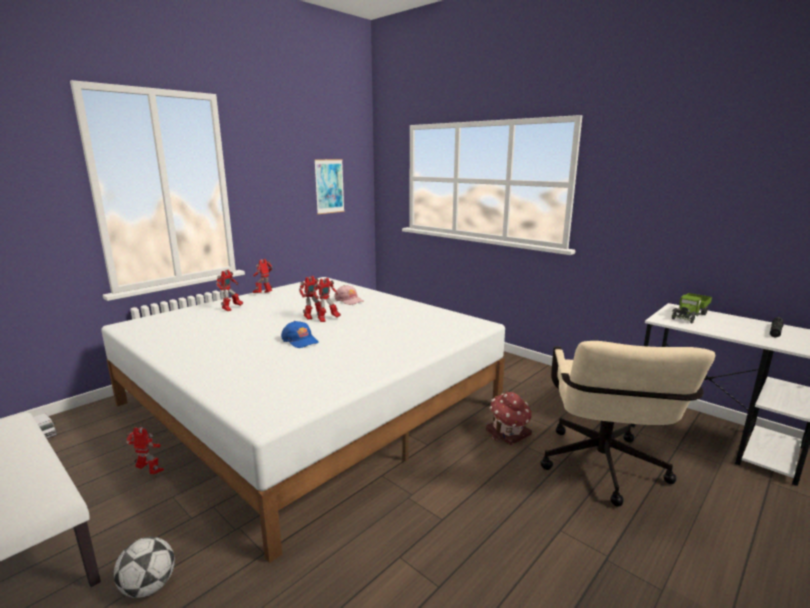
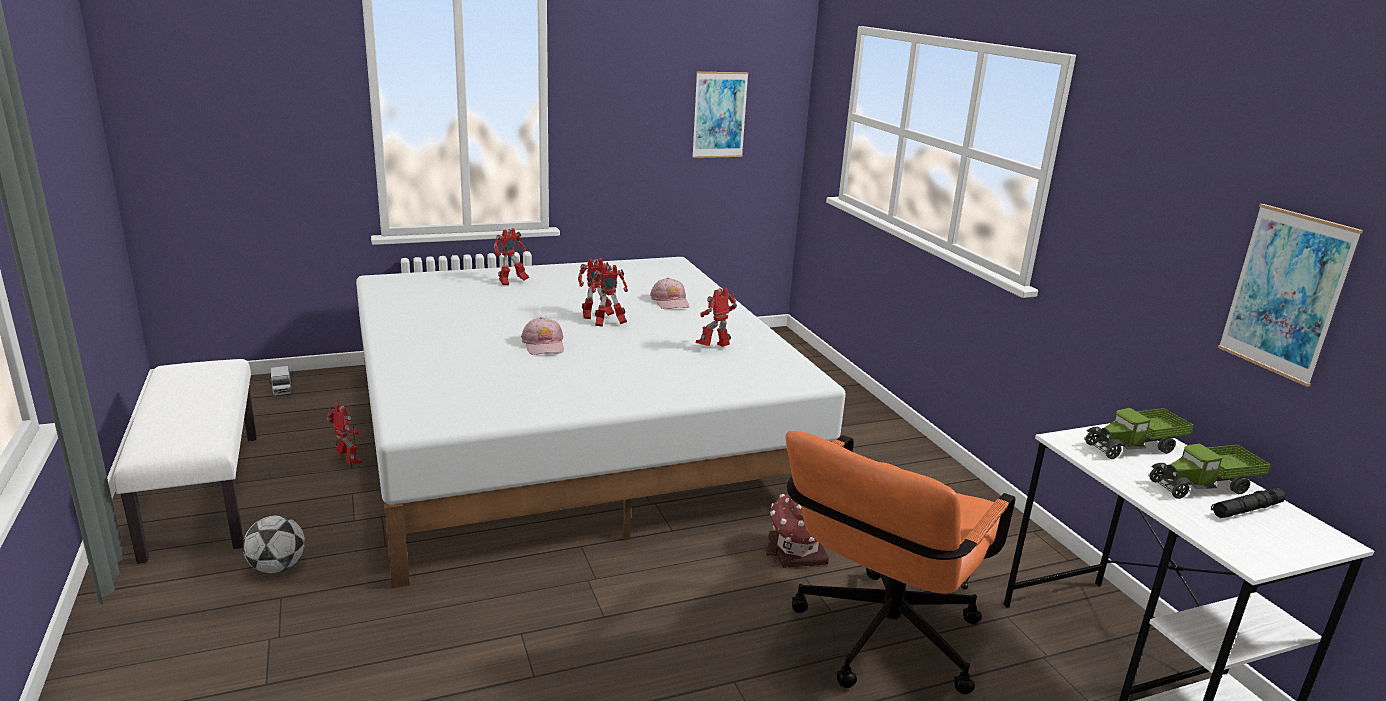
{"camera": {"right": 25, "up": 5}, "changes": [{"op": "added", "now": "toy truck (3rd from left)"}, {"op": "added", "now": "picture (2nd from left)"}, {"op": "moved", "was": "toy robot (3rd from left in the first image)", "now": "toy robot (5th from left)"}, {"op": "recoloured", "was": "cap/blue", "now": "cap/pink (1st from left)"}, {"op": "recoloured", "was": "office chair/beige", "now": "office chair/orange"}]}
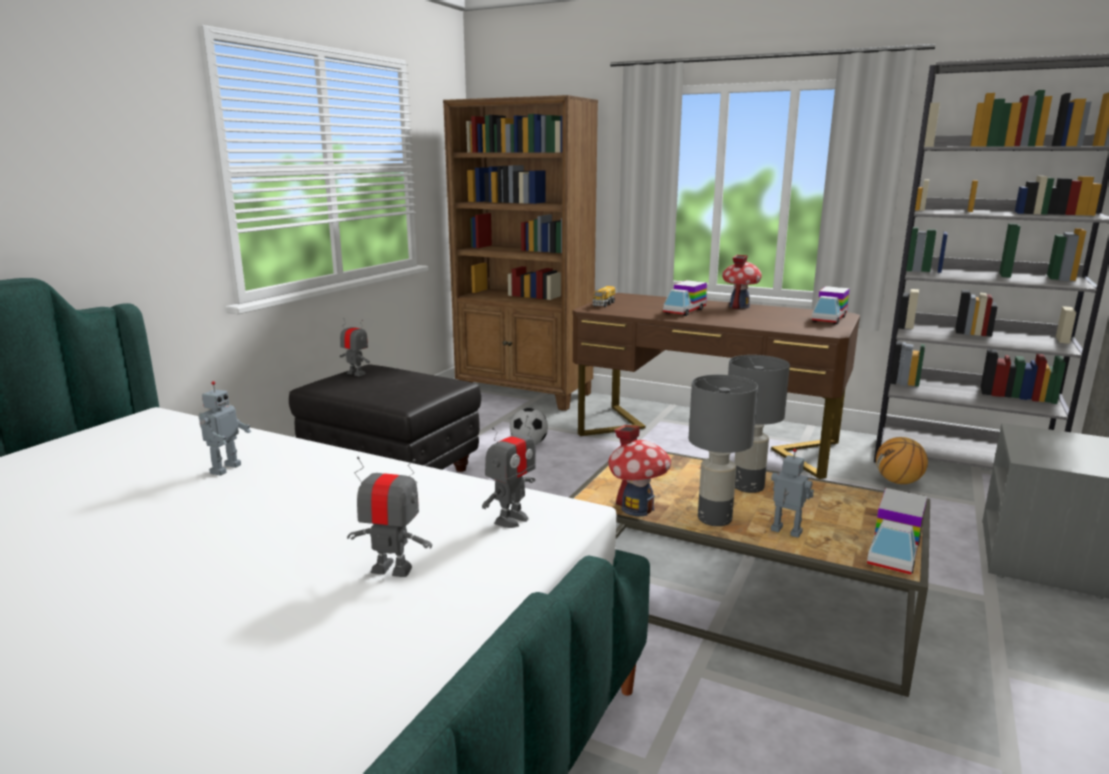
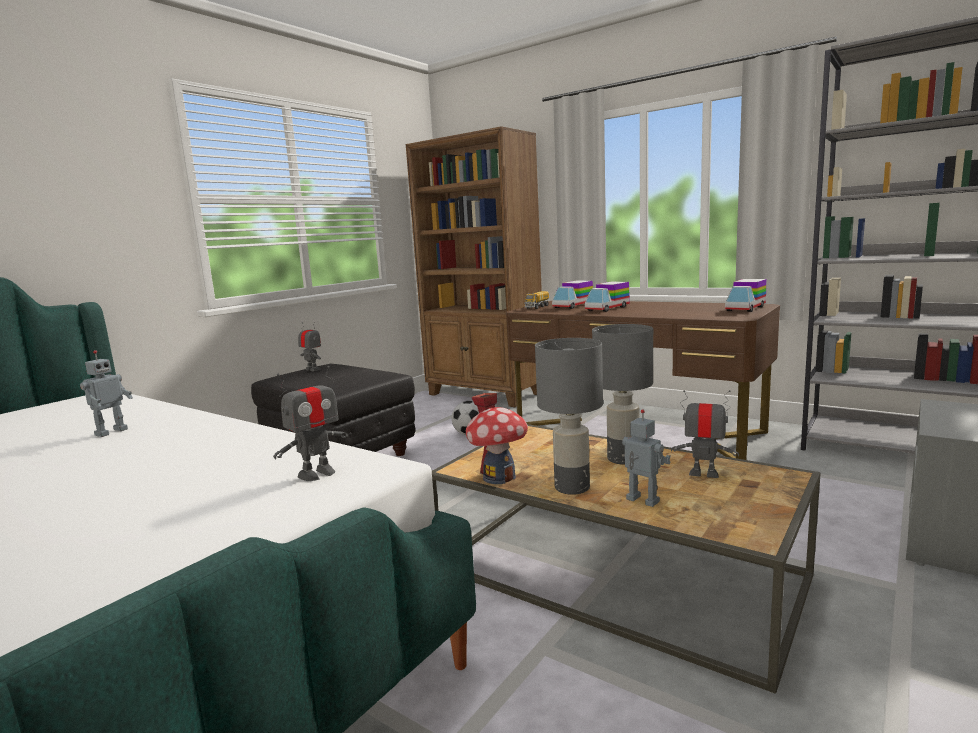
{"camera": {"right": 10, "up": -5}, "changes": [{"op": "removed", "was": "toy house (2nd from left)"}, {"op": "removed", "was": "basketball"}, {"op": "moved", "was": "toy robot (3rd from left in the first image)", "now": "toy robot (5th from left)"}, {"op": "moved", "was": "toy truck (4th from left in the first image)", "now": "toy truck (2nd from left)"}]}
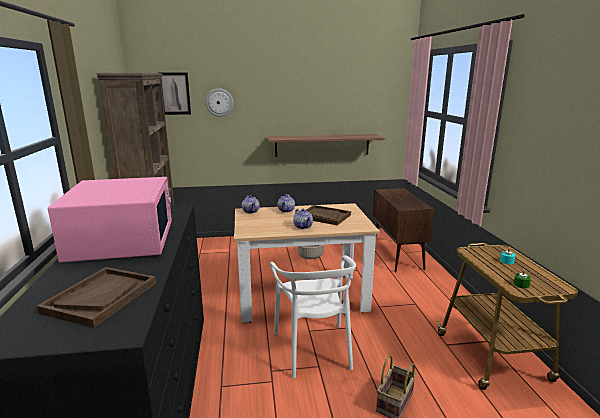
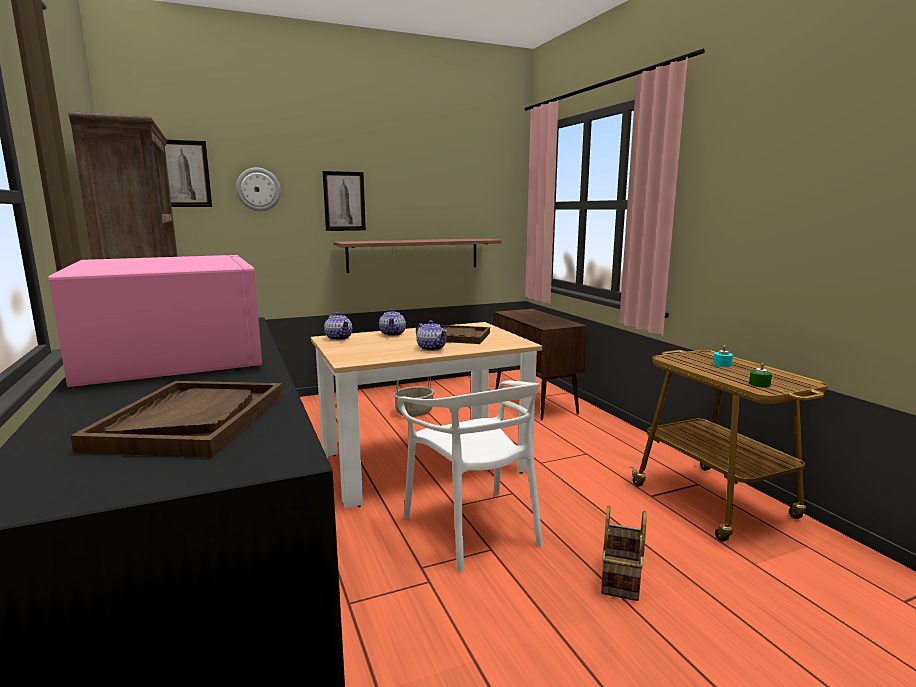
{"camera": {"right": -15, "up": -5}, "changes": [{"op": "added", "now": "picture (2nd from left)"}]}
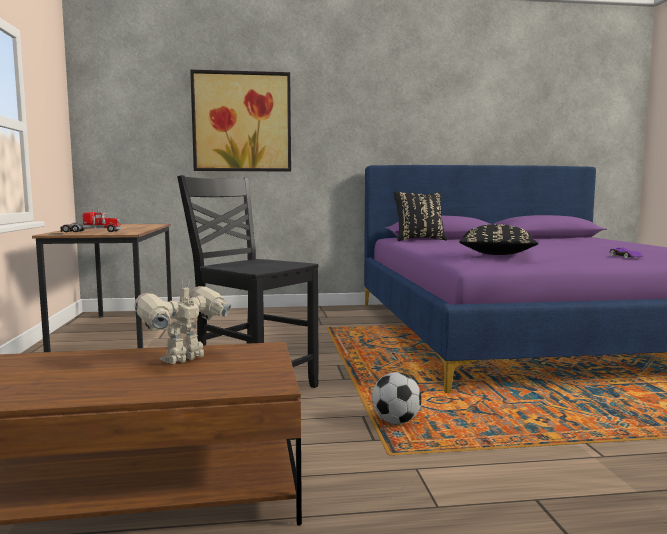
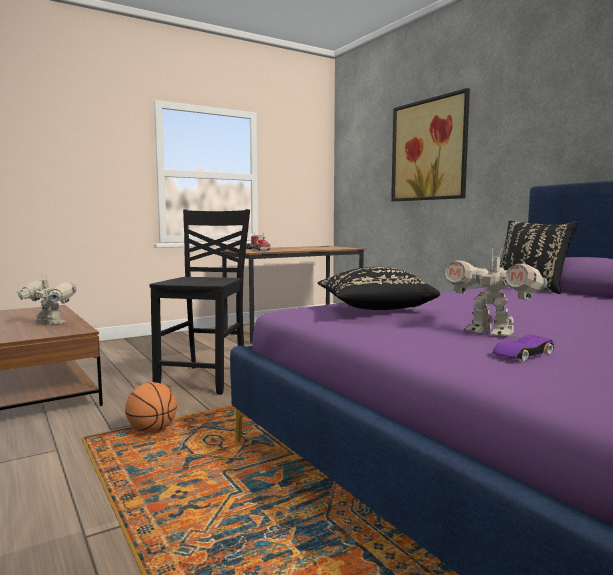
{"camera": {"right": 65, "up": 0}, "changes": [{"op": "added", "now": "toy robot (2nd from left)"}, {"op": "replaced", "was": "football", "now": "basketball"}]}
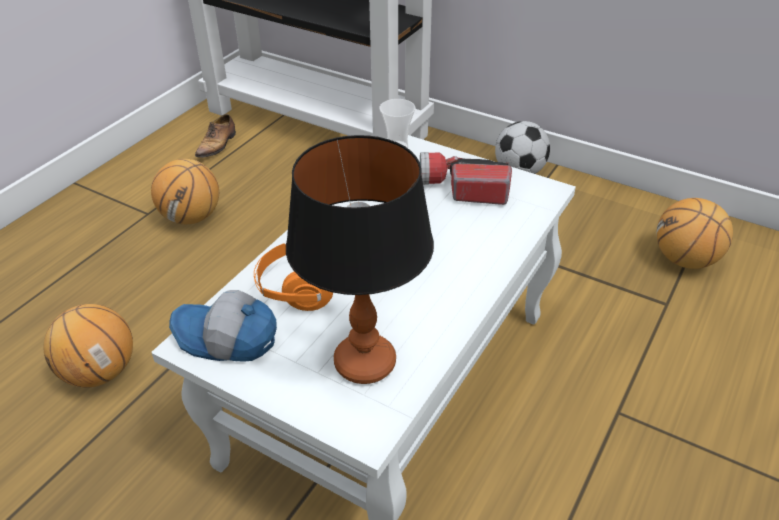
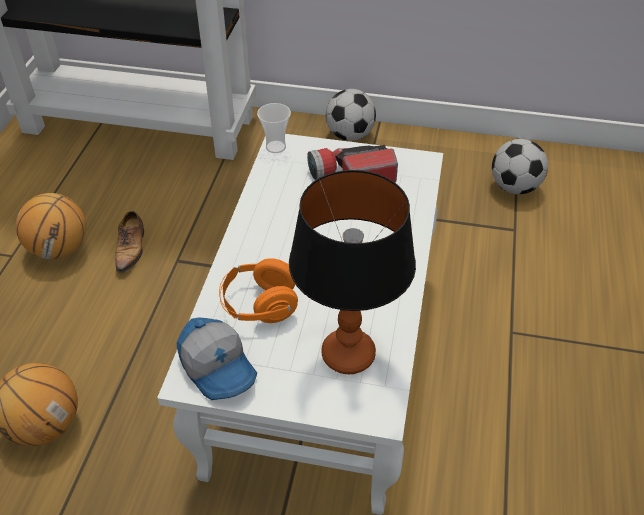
{"camera": {"right": -20, "up": 5}, "changes": [{"op": "moved", "was": "shoe"}, {"op": "replaced", "was": "basketball (3rd from left)", "now": "football (2nd from left)"}, {"op": "turned", "was": "cap", "clockwise": -120}]}
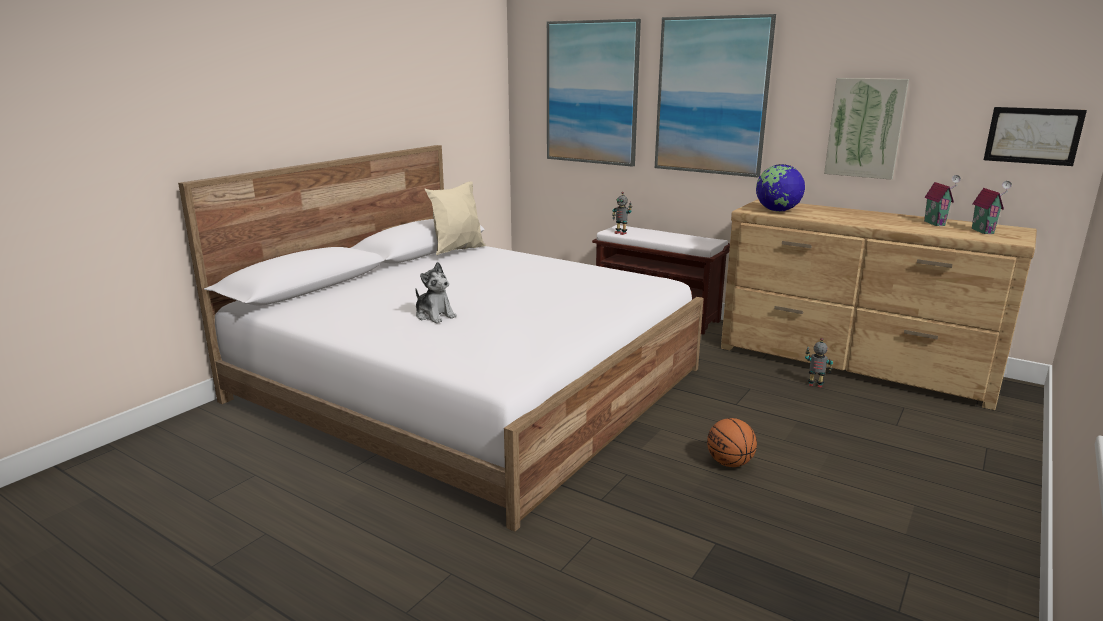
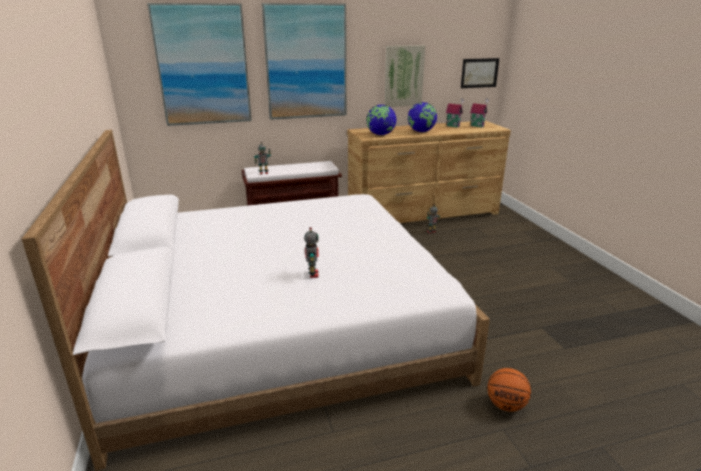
{"camera": {"right": -50, "up": 5}, "changes": [{"op": "removed", "was": "pillow/beige"}, {"op": "added", "now": "globe (2nd from left)"}, {"op": "moved", "was": "basketball"}, {"op": "replaced", "was": "plush toy", "now": "toy robot (2nd from left)"}]}
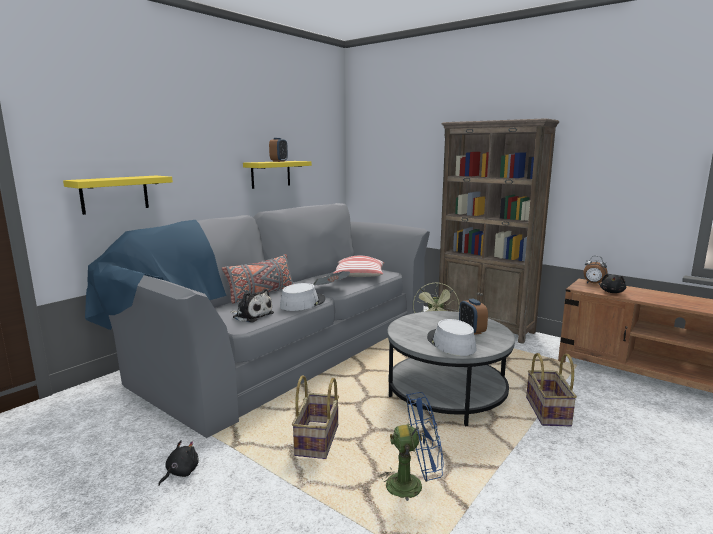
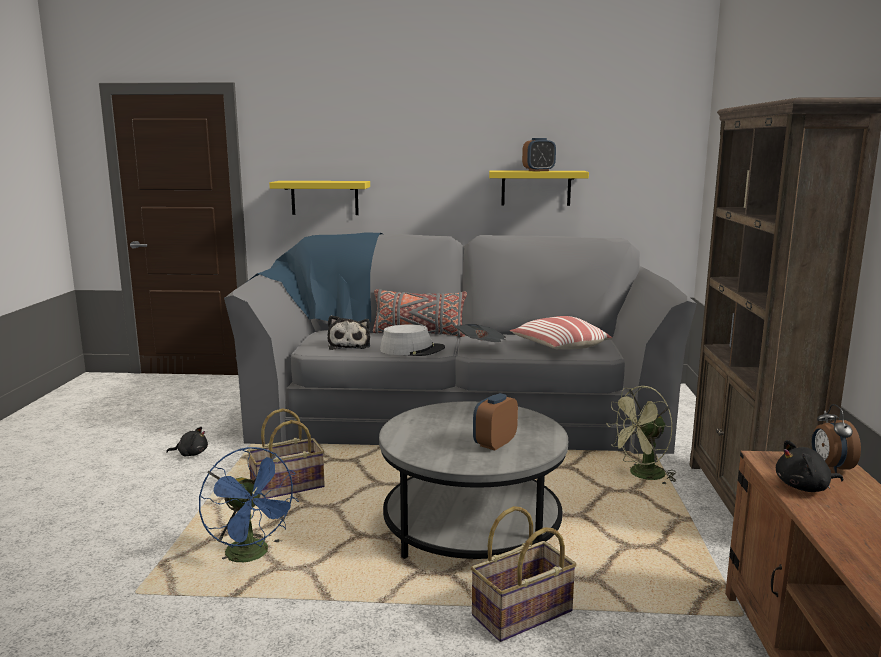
{"camera": {"right": 55, "up": 0}, "changes": [{"op": "removed", "was": "hat/grey (2nd from left)"}]}
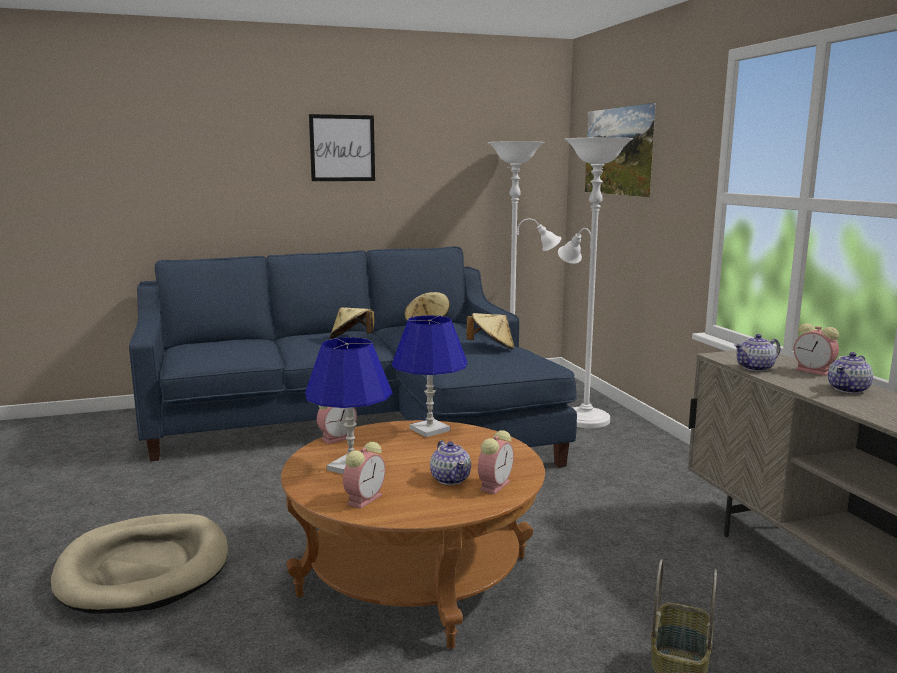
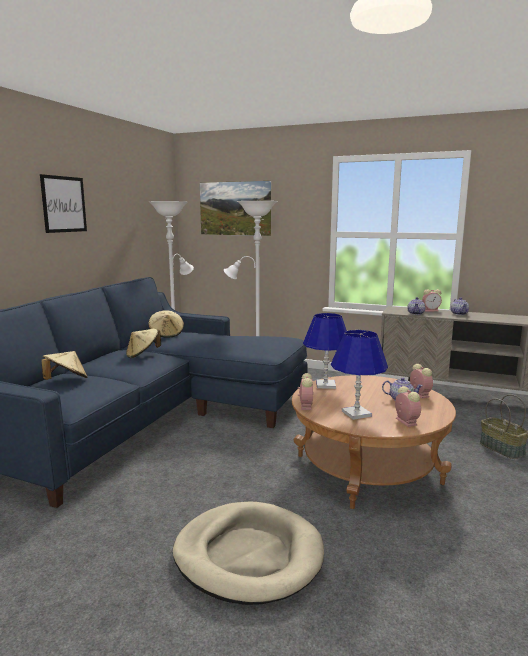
{"camera": {"right": -50, "up": 0}, "changes": [{"op": "moved", "was": "hat/beige (3rd from left in the first image)", "now": "hat/beige (1st from left)"}]}
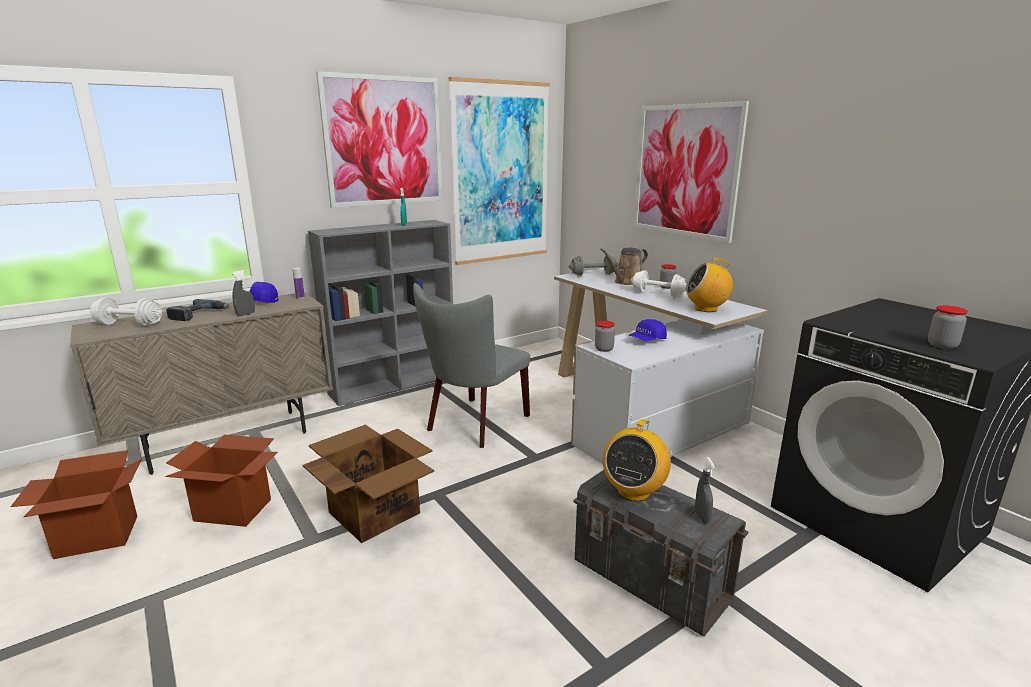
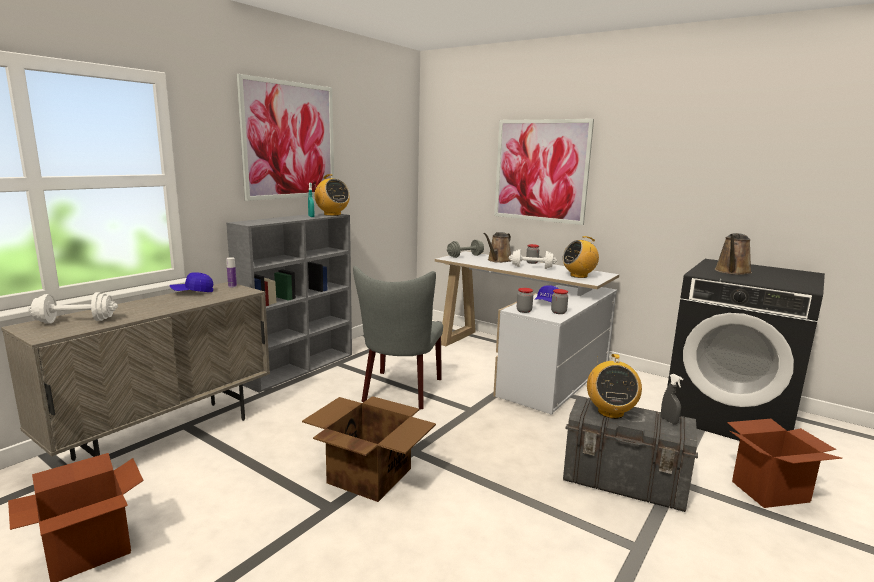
{"camera": {"right": -20, "up": -5}, "changes": [{"op": "removed", "was": "power drill"}, {"op": "removed", "was": "spray bottle/grey (1st from left)"}, {"op": "removed", "was": "picture (2nd from left)"}, {"op": "added", "now": "radio (1st from left)"}, {"op": "added", "now": "watering can/brown (2nd from left)"}, {"op": "moved", "was": "cardboard box (2nd from left in the first image)", "now": "cardboard box (3rd from left)"}, {"op": "moved", "was": "jar (3rd from left)"}]}
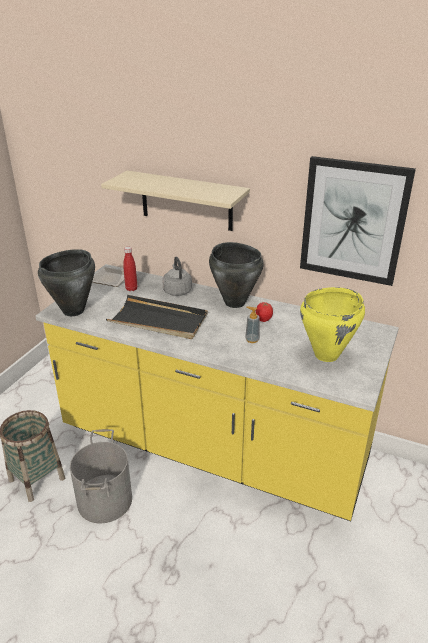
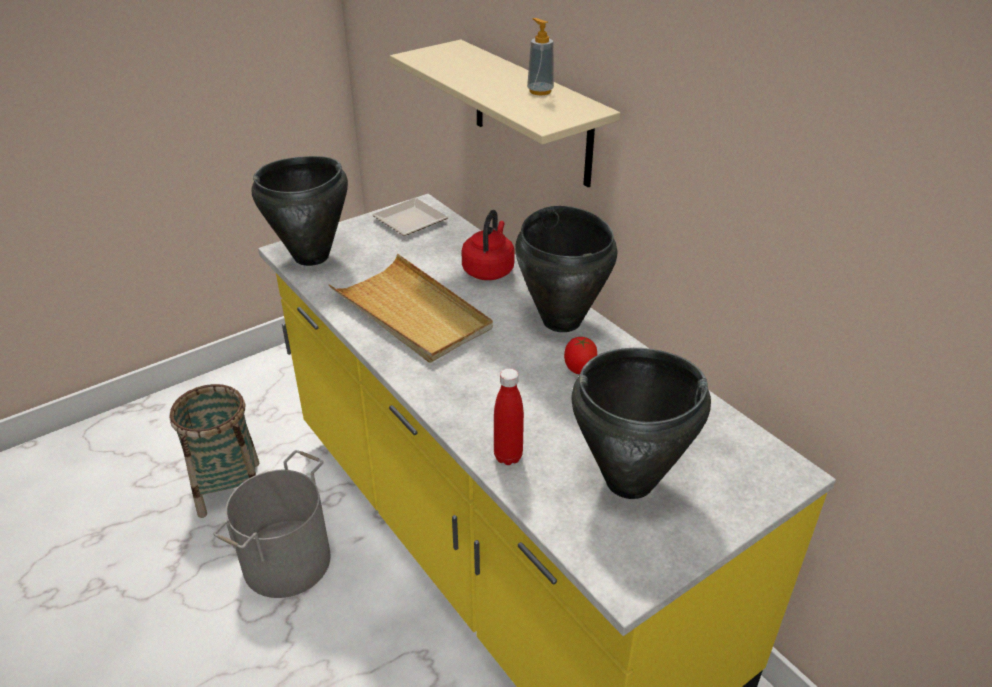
{"camera": {"right": 30, "up": 5}, "changes": [{"op": "removed", "was": "picture"}, {"op": "moved", "was": "bottle/red"}, {"op": "moved", "was": "soap dispenser"}, {"op": "recoloured", "was": "tray/black", "now": "tray/beige"}, {"op": "recoloured", "was": "kettle/grey", "now": "kettle/red"}, {"op": "recoloured", "was": "cooking pot/yellow", "now": "cooking pot/black (3rd from left)"}]}
